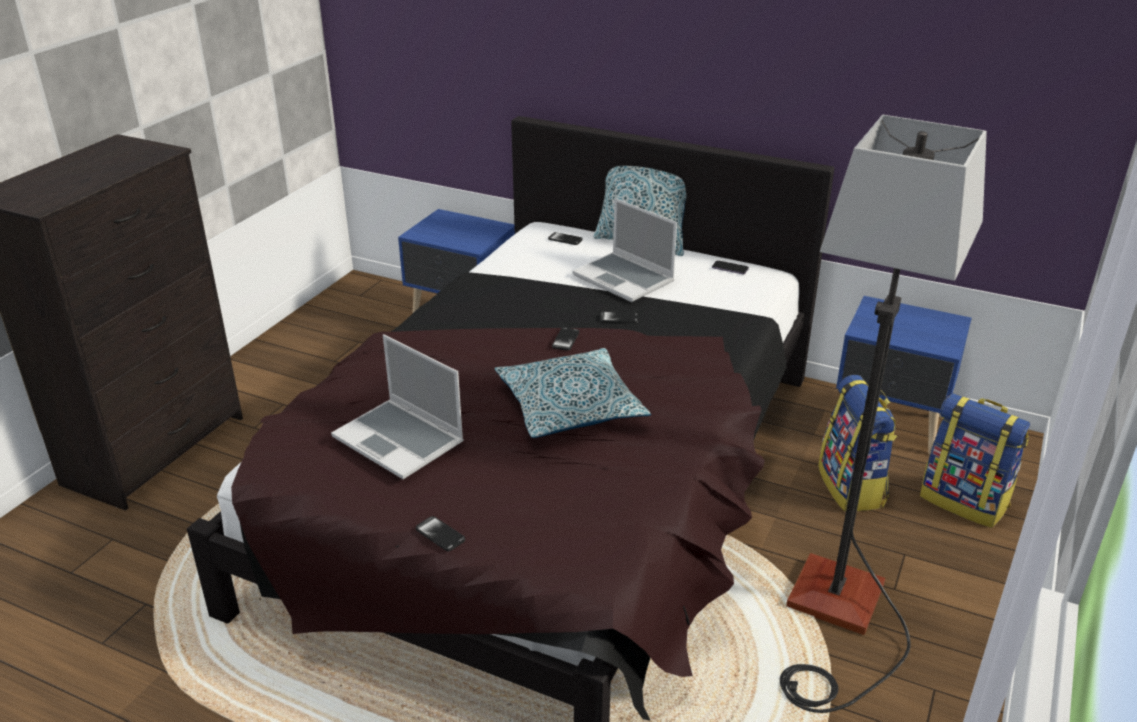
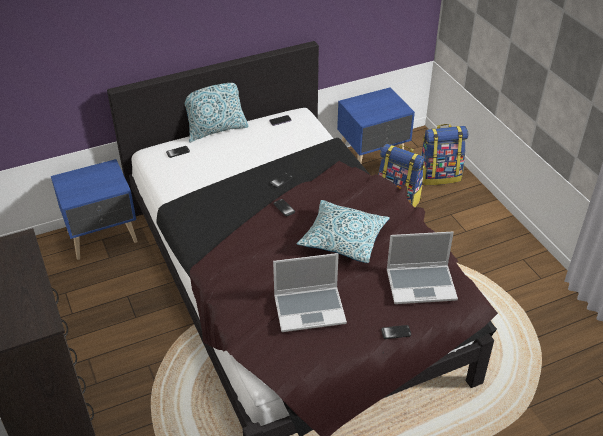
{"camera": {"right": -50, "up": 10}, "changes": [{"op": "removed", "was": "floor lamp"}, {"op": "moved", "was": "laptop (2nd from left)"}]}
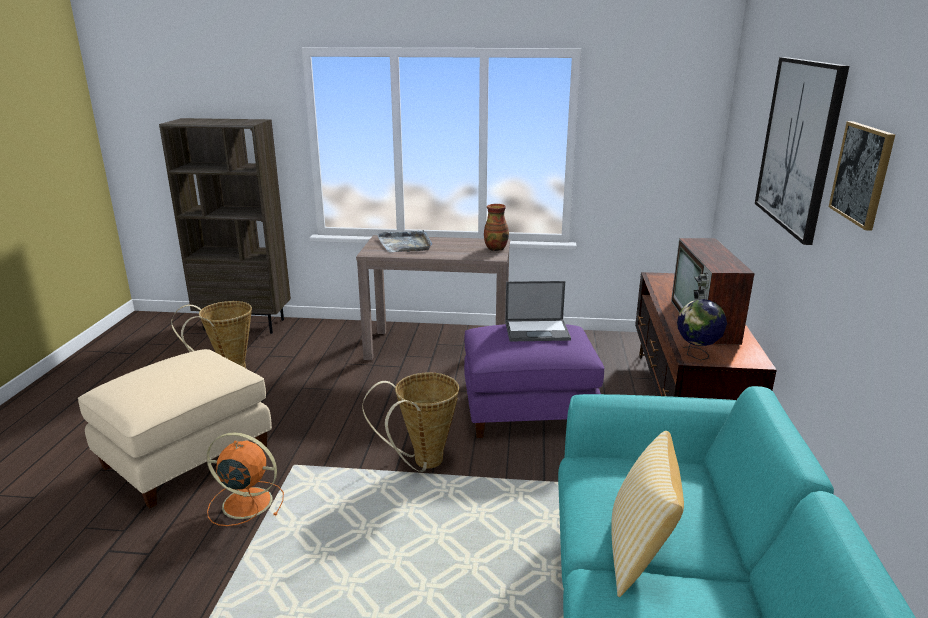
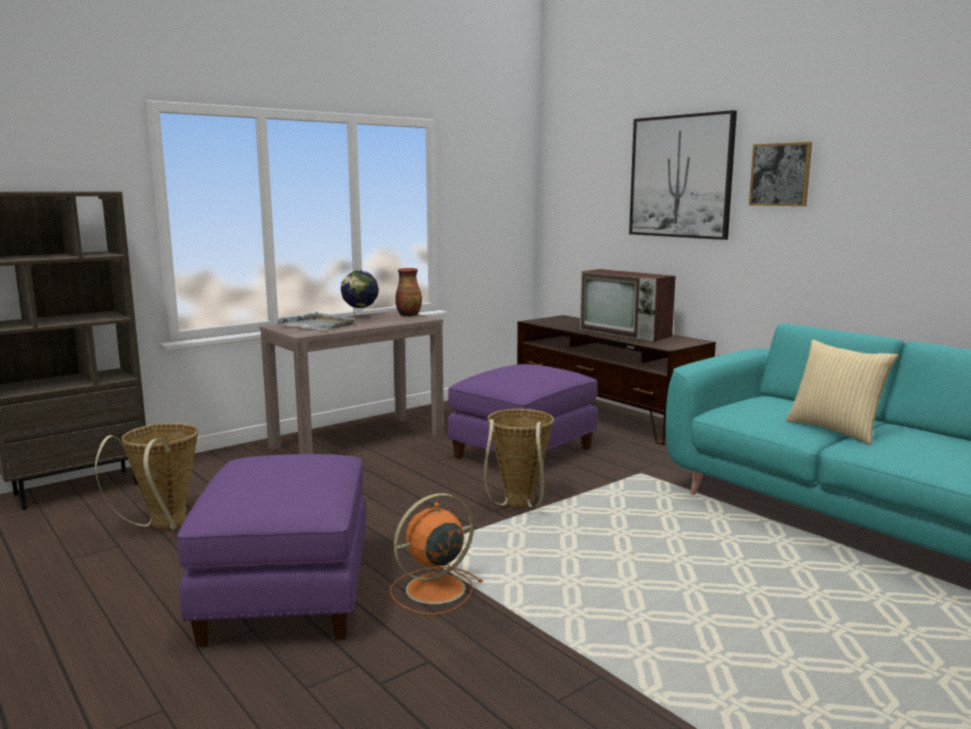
{"camera": {"right": -45, "up": -10}, "changes": [{"op": "removed", "was": "laptop"}, {"op": "moved", "was": "globe"}, {"op": "recoloured", "was": "ottoman/beige", "now": "ottoman/purple (1st from left)"}]}
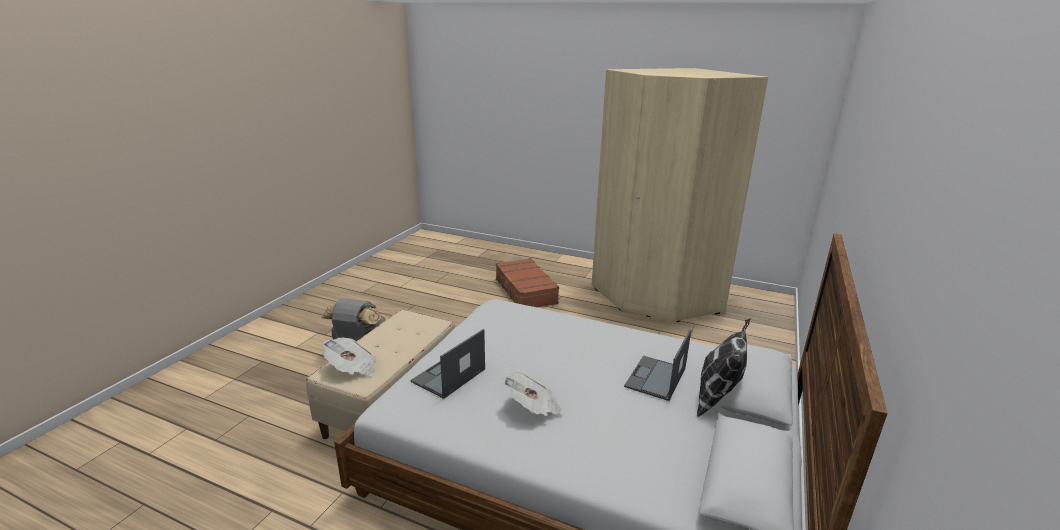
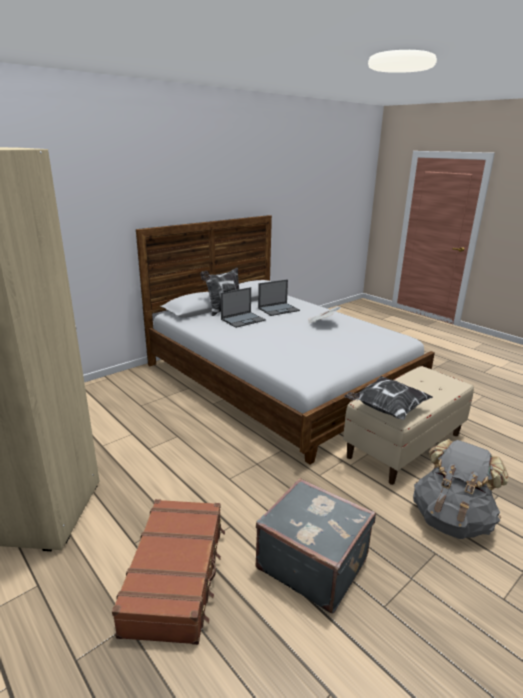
{"camera": {"right": -155, "up": 0}, "changes": [{"op": "removed", "was": "newspaper (1st from left)"}, {"op": "added", "now": "suitcase/grey"}, {"op": "added", "now": "pillow (2nd from left)"}, {"op": "moved", "was": "laptop (1st from left in the first image)", "now": "laptop (2nd from left)"}]}
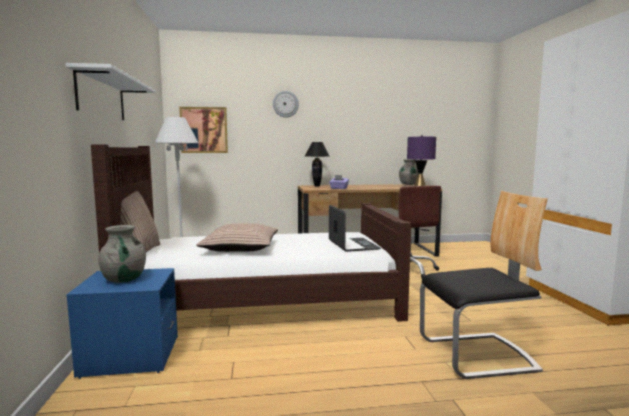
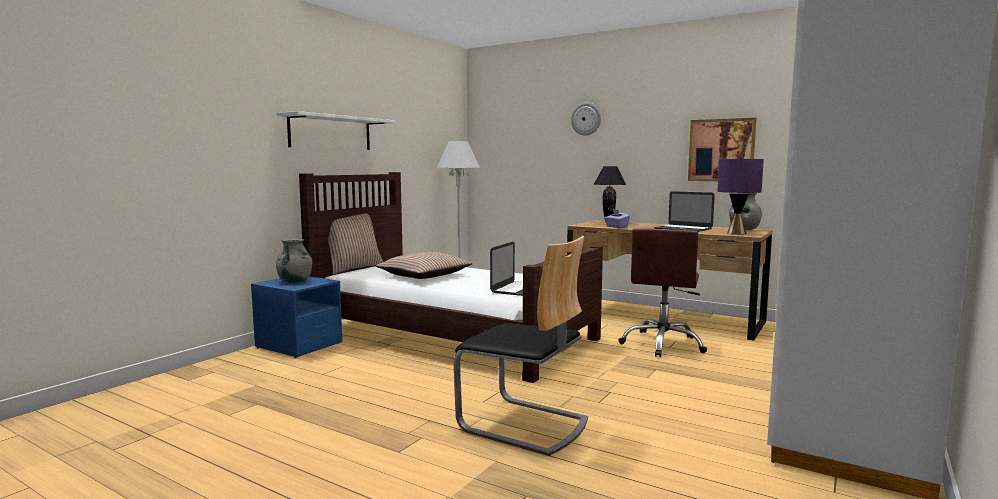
{"camera": {"right": 40, "up": 0}, "changes": [{"op": "added", "now": "laptop (2nd from left)"}, {"op": "moved", "was": "picture"}]}
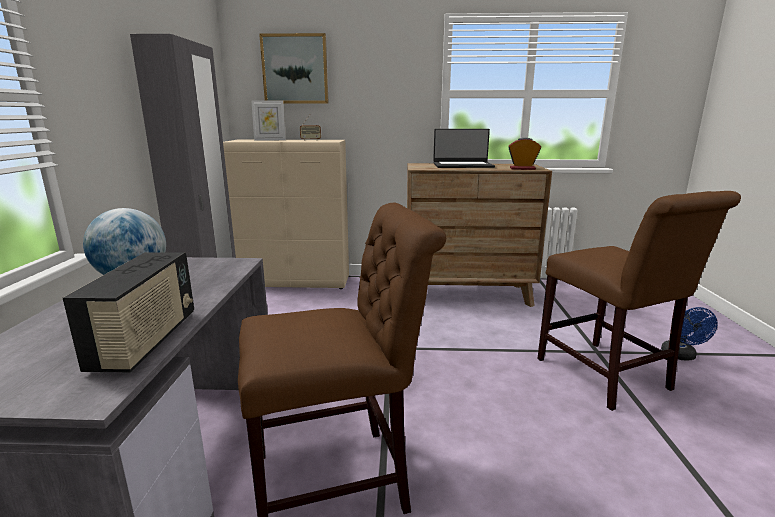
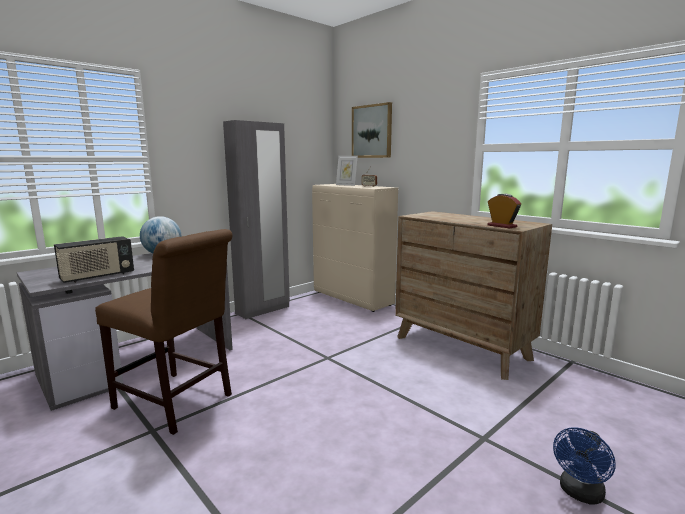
{"camera": {"right": 45, "up": -5}, "changes": [{"op": "removed", "was": "laptop"}, {"op": "removed", "was": "chair/brown (2nd from left)"}]}
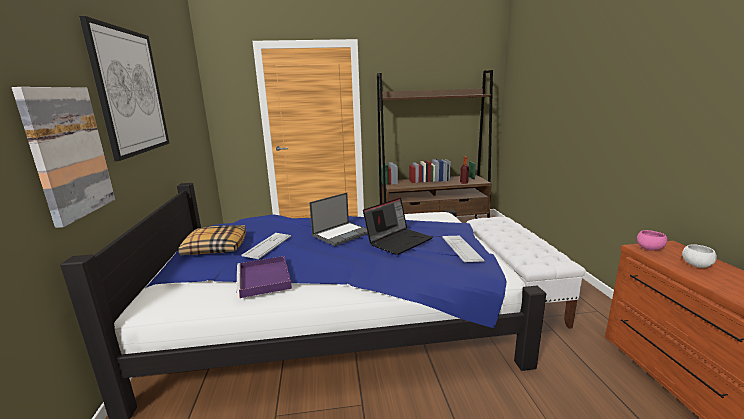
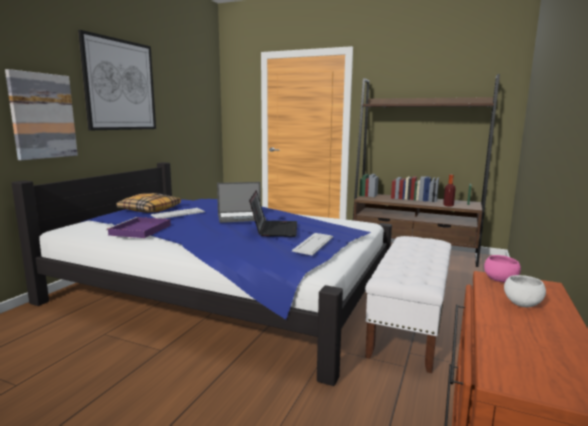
{"camera": {"right": 30, "up": -5}, "changes": [{"op": "turned", "was": "laptop (2nd from left)", "clockwise": -75}]}
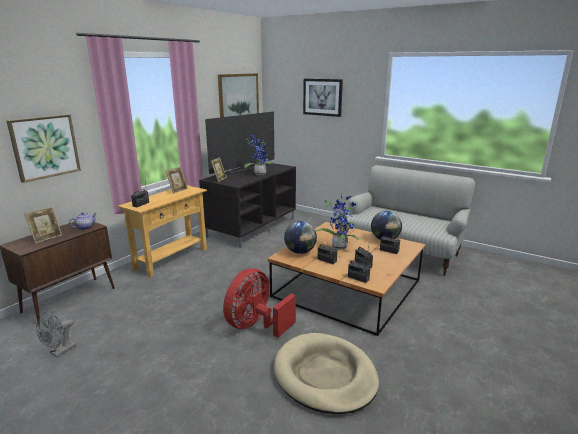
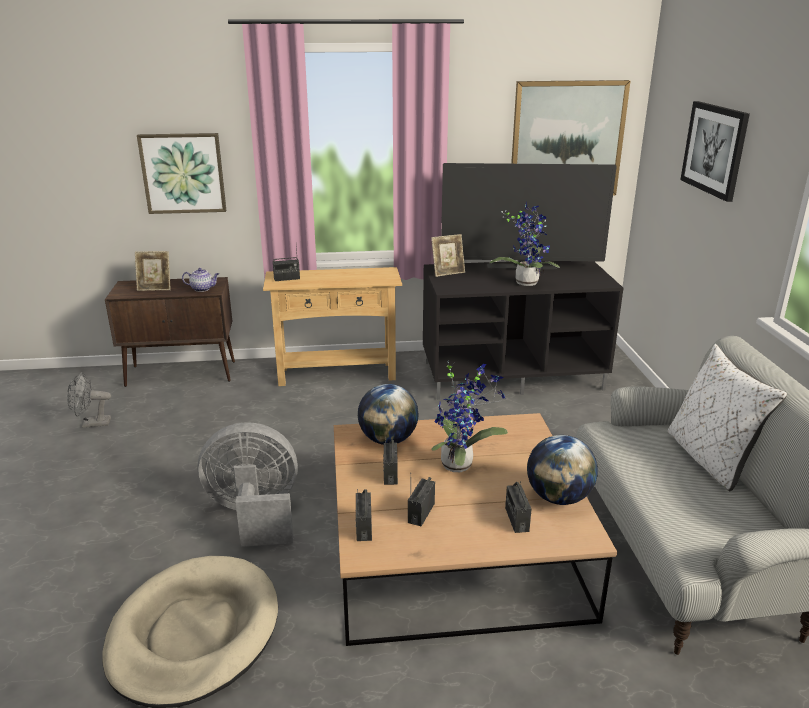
{"camera": {"right": 50, "up": 5}, "changes": [{"op": "removed", "was": "picture frame (2nd from left)"}, {"op": "added", "now": "pillow/white"}, {"op": "recoloured", "was": "fan/red", "now": "fan/grey (2nd from left)"}]}
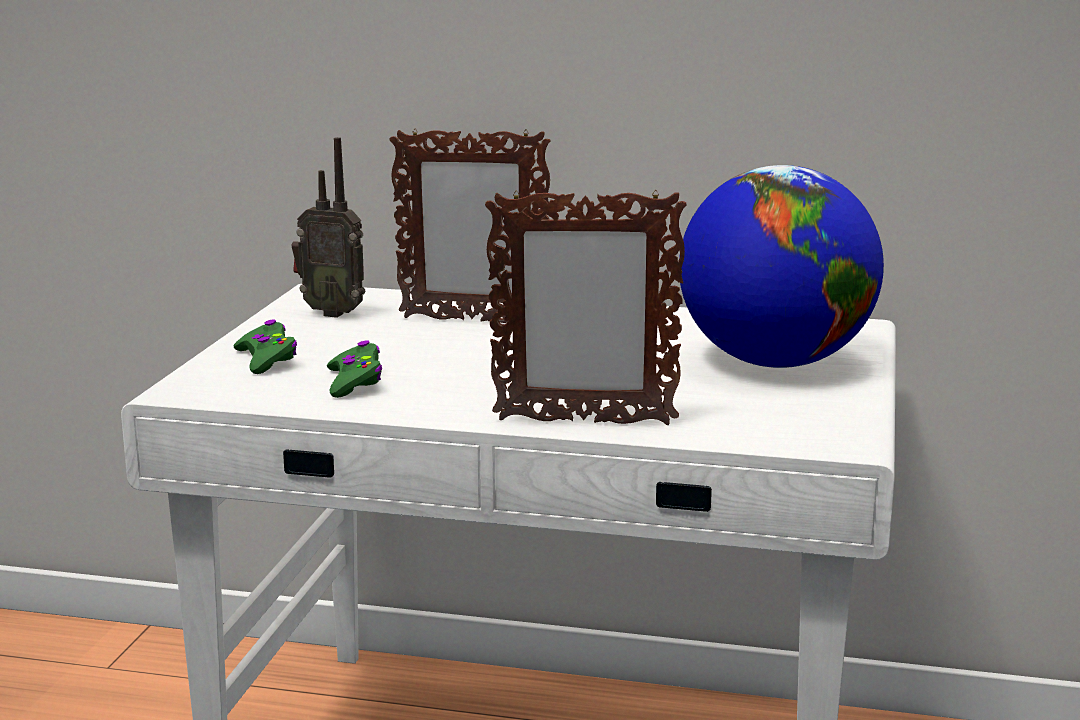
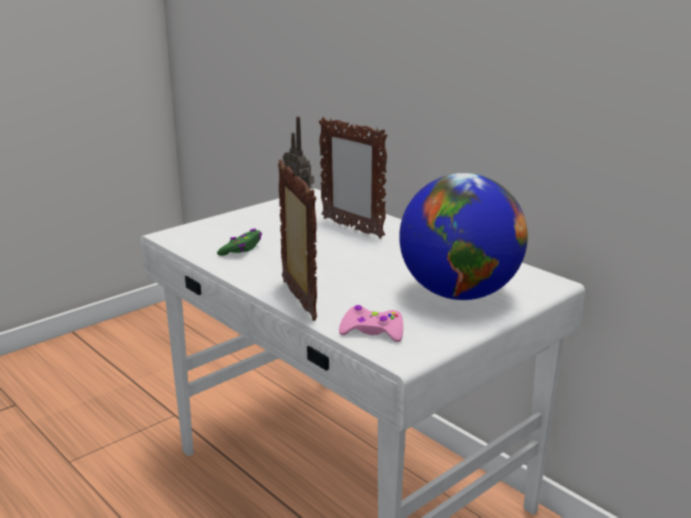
{"camera": {"right": 35, "up": 5}, "changes": [{"op": "removed", "was": "game controller/green (1st from left)"}, {"op": "added", "now": "game controller/pink"}, {"op": "turned", "was": "picture frame (2nd from left in the first image)", "clockwise": -150}]}
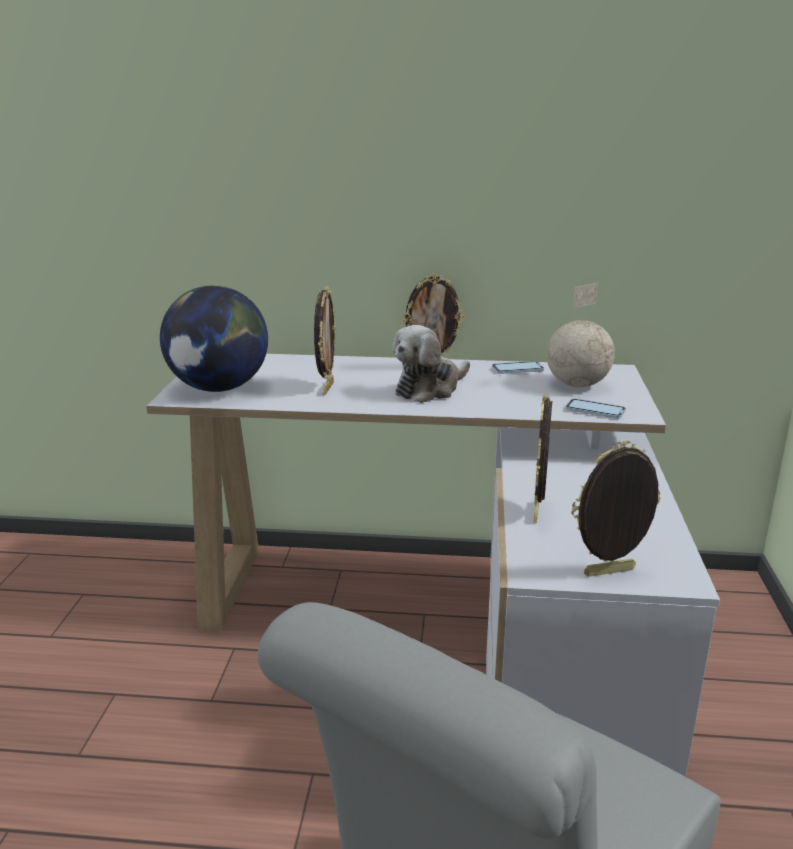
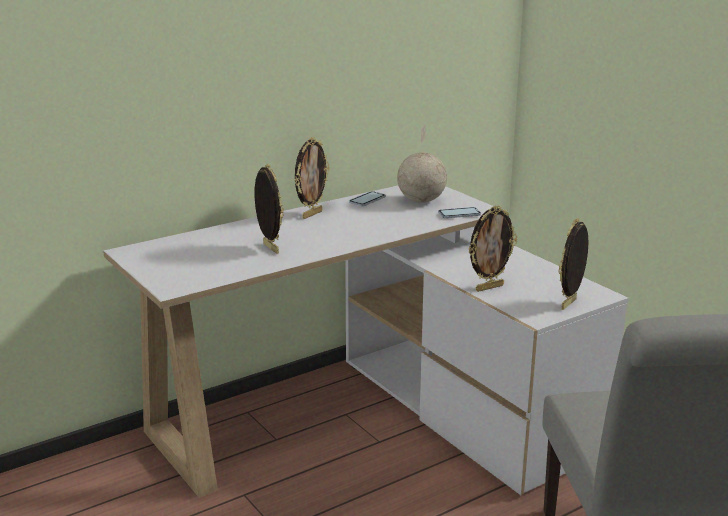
{"camera": {"right": -40, "up": 0}, "changes": [{"op": "removed", "was": "globe (1st from left)"}, {"op": "removed", "was": "plush toy"}, {"op": "turned", "was": "picture frame (3rd from left)", "clockwise": -90}]}
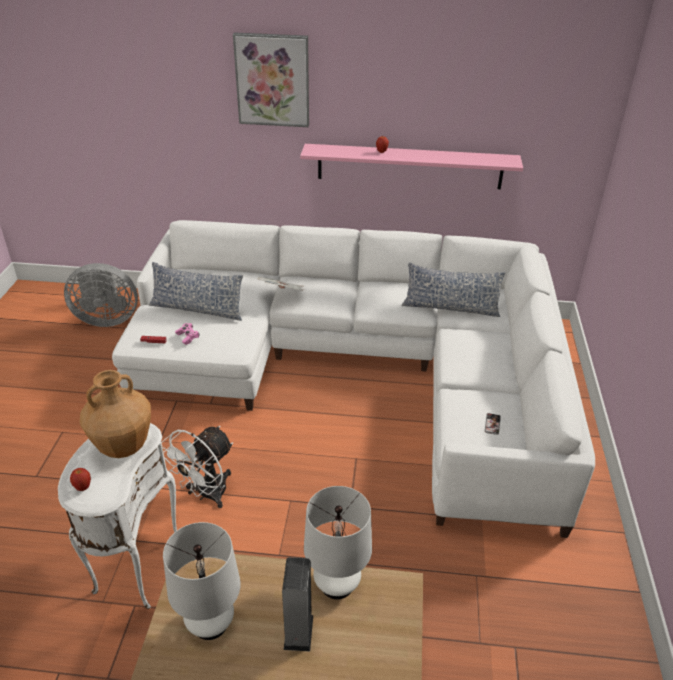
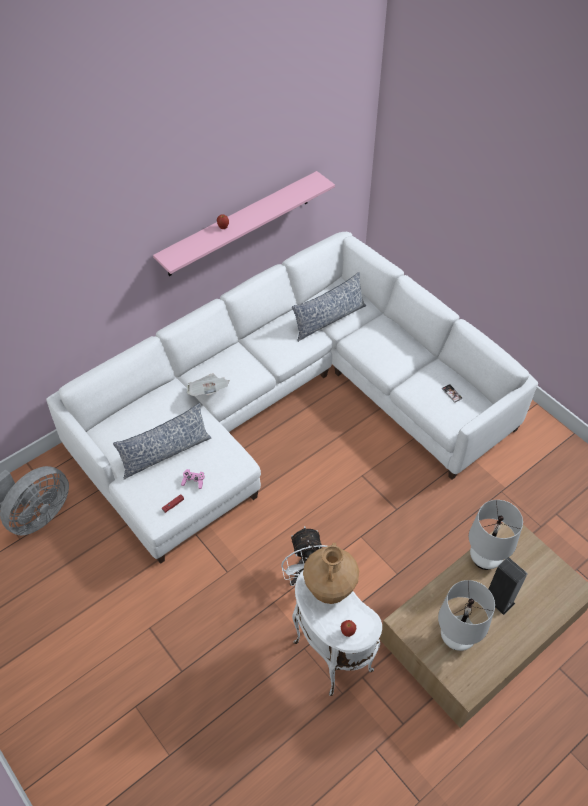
{"camera": {"right": -45, "up": 15}, "changes": [{"op": "removed", "was": "picture"}]}
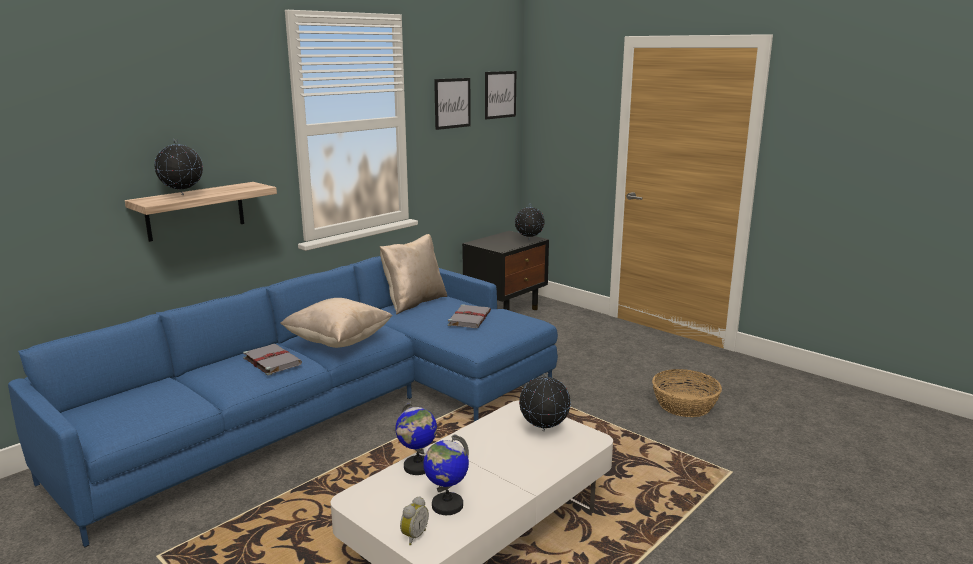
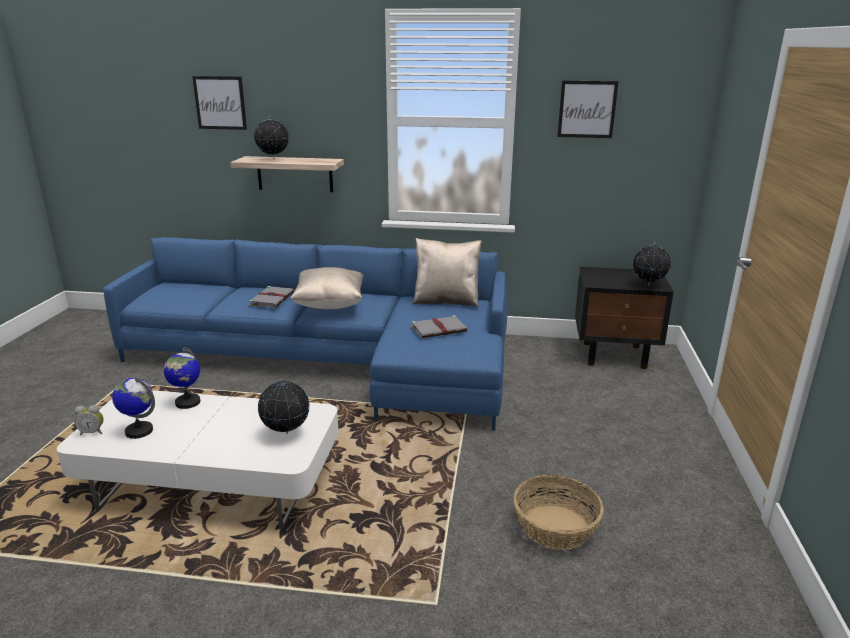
{"camera": {"right": 55, "up": 5}, "changes": [{"op": "moved", "was": "picture (2nd from left in the first image)", "now": "picture (1st from left)"}]}
